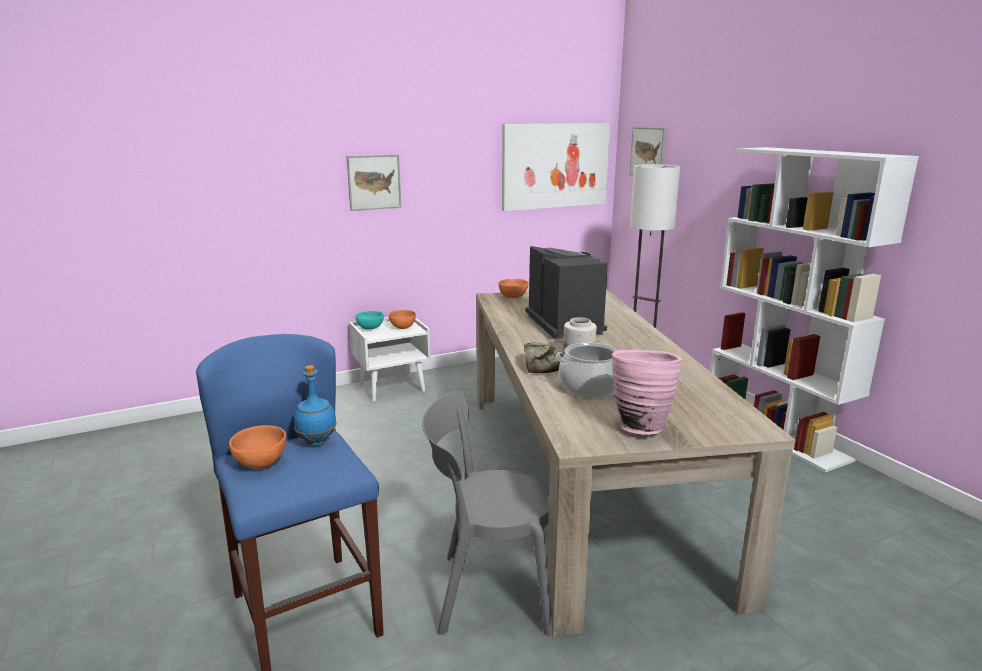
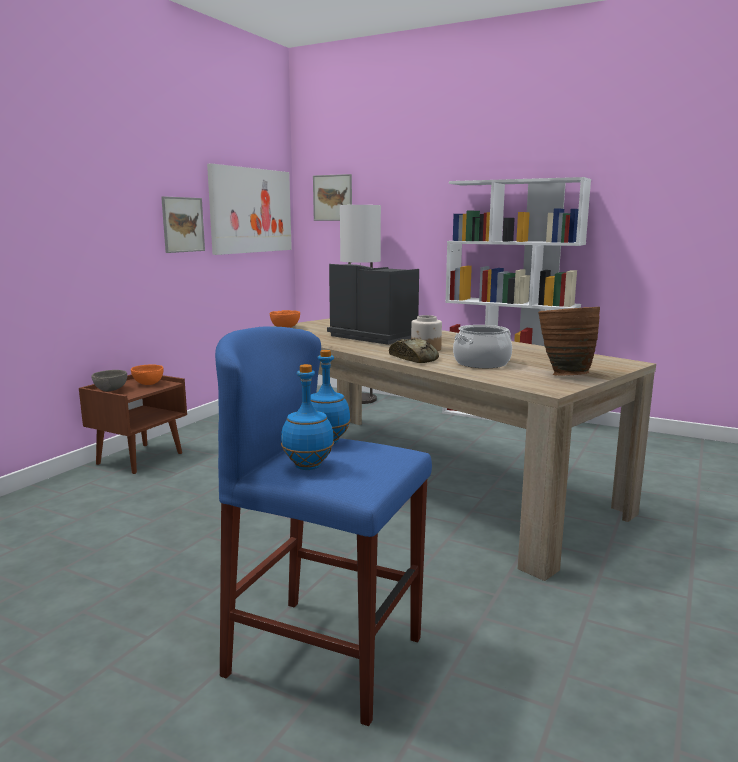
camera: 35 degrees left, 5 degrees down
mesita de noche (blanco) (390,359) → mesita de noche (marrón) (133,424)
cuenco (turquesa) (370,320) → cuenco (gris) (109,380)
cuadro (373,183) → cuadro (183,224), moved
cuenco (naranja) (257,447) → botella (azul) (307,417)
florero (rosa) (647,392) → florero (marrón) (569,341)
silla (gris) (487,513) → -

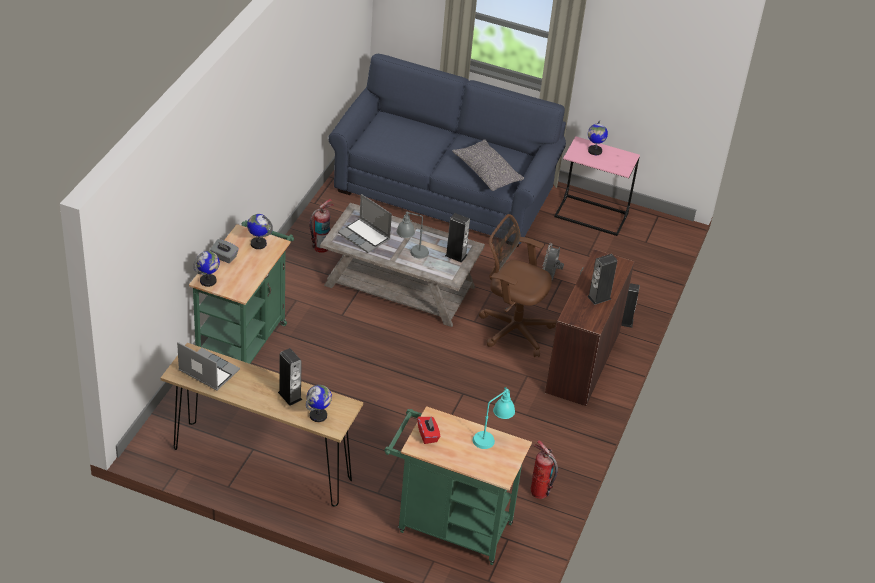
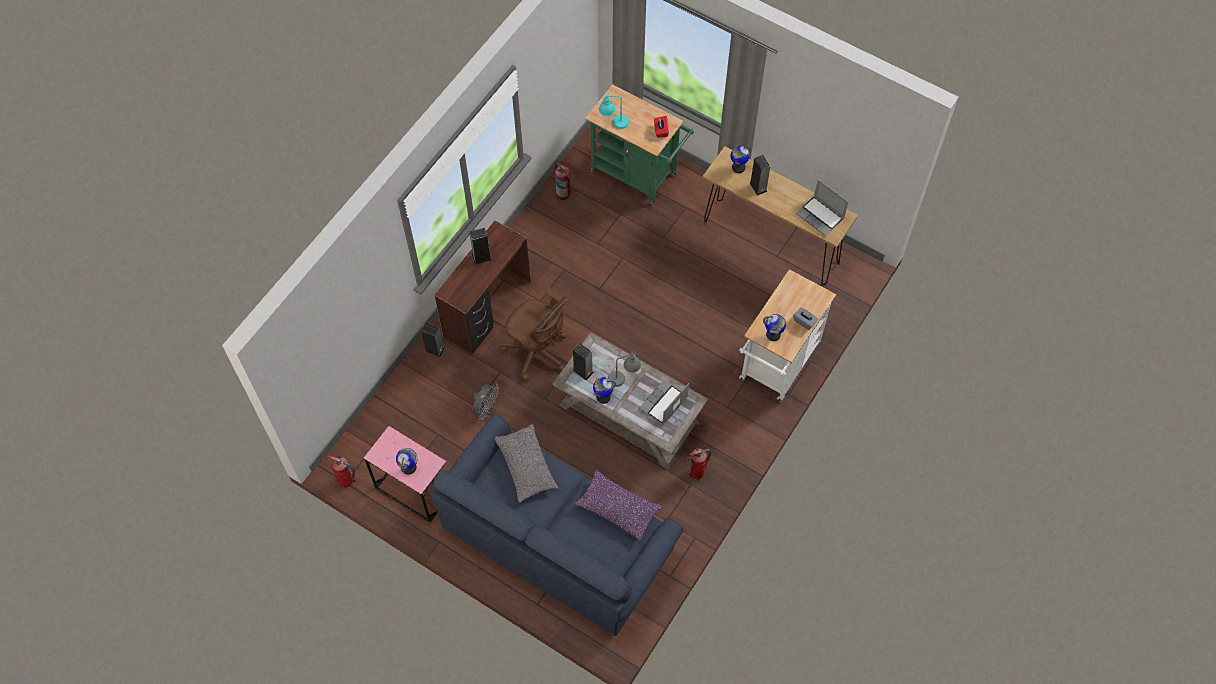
camera: 165 degrees left, 20 degrees up
- → extintor (340,471)
- → cojín (morado) (618,505)
globo terráqueo (206,269) → globo terráqueo (604,390), moved
portátil (365,223) → portátil (664,402), 105 degrees counterclockwise
carrito (verde) (241,292) → carrito (blanco) (787,335)

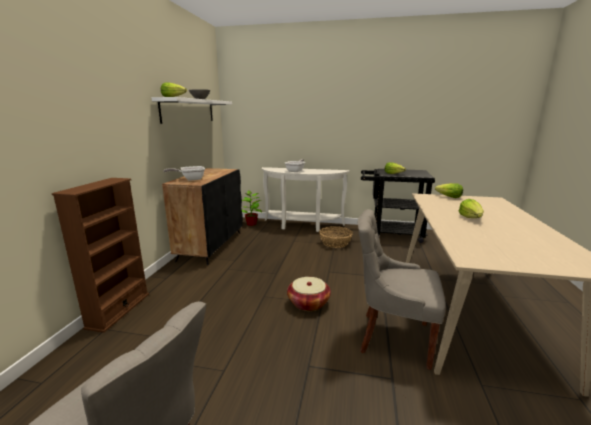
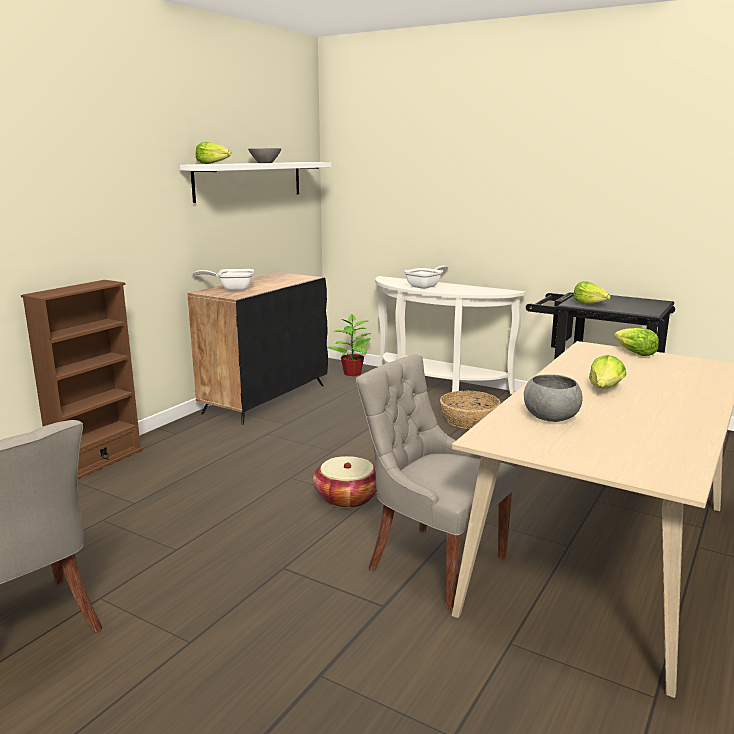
camera: 20 degrees right, 0 degrees up
- → cuenco (gris) (553,398)

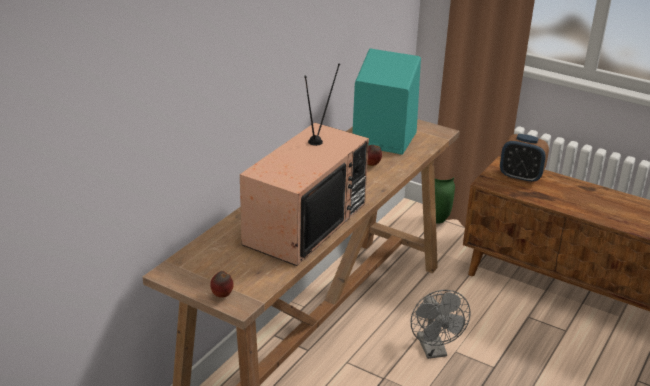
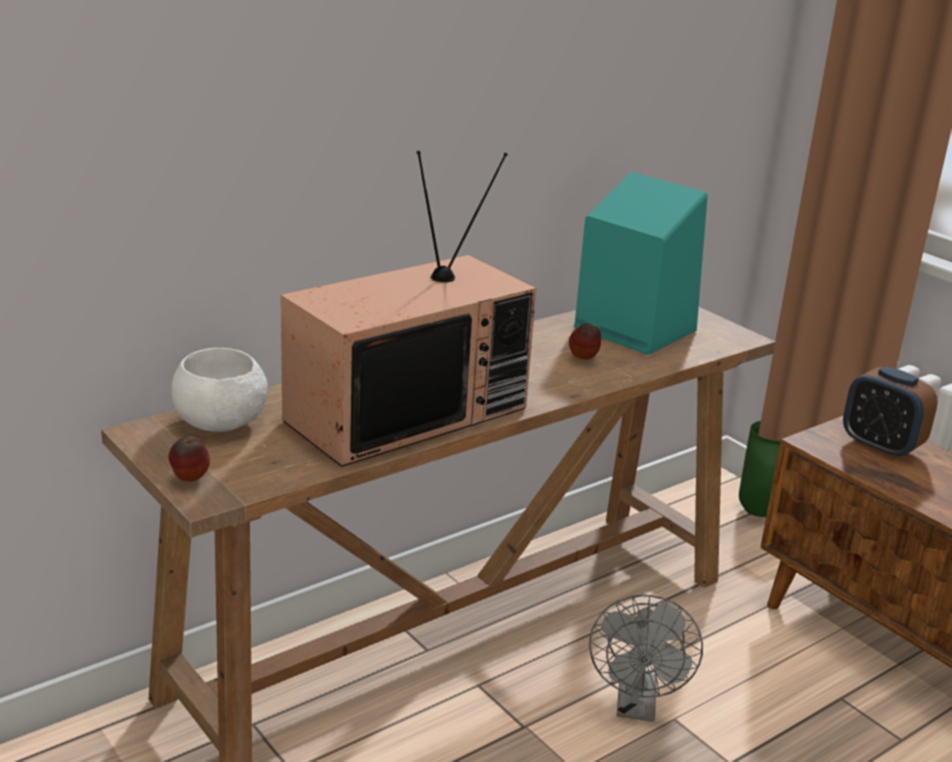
camera: 20 degrees right, 5 degrees down
- → cuenco (blanco) (219,390)

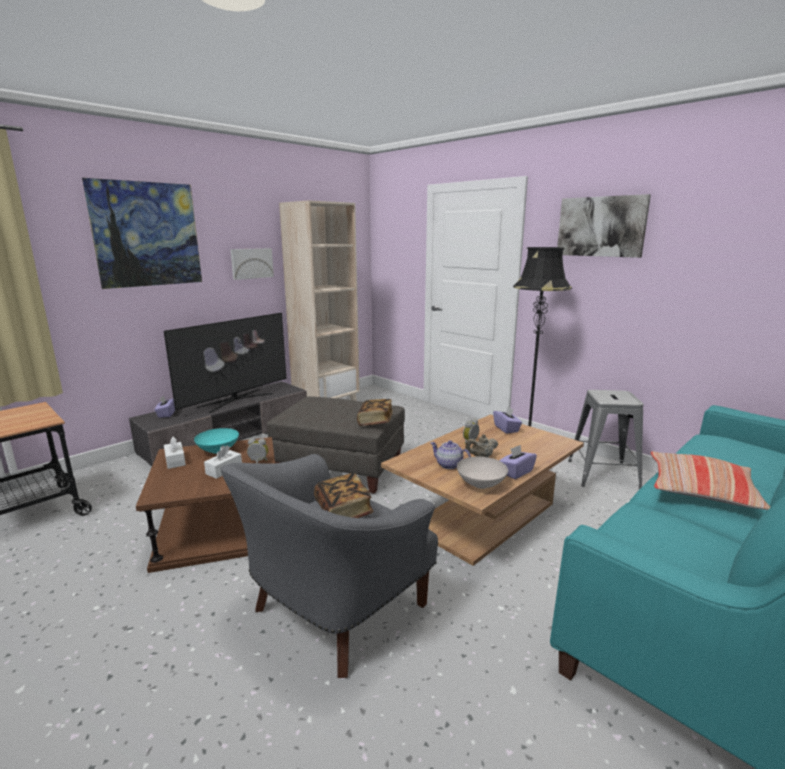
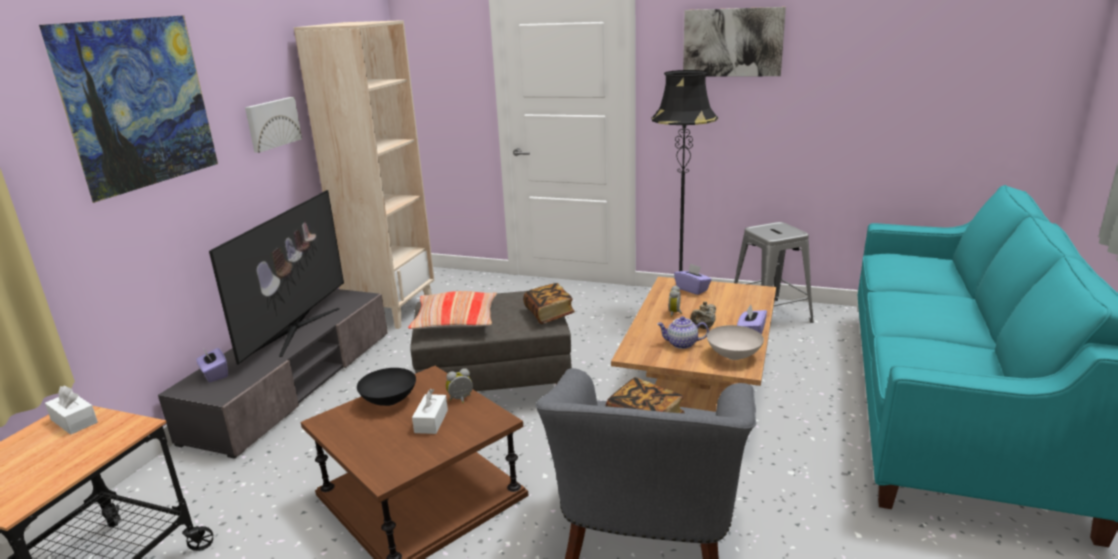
camera: 25 degrees left, 5 degrees up
caja de pañuelos (blanco) (175,453) → caja de pañuelos (blanco) (71,410), moved
cuenco (turquesa) (216,441) → cuenco (negro) (386,387)
cojín (710,480) → cojín (452,310), moved

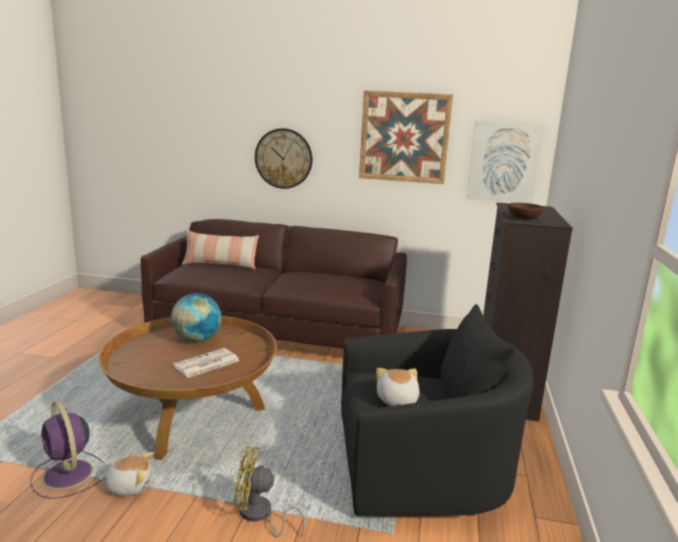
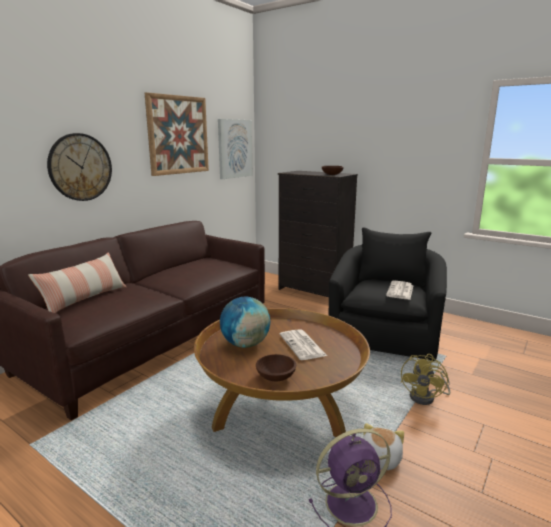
camera: 65 degrees left, 0 degrees up
- → cuenco (marrón) (276,367)
peluche (398,387) → periódico (400,290)

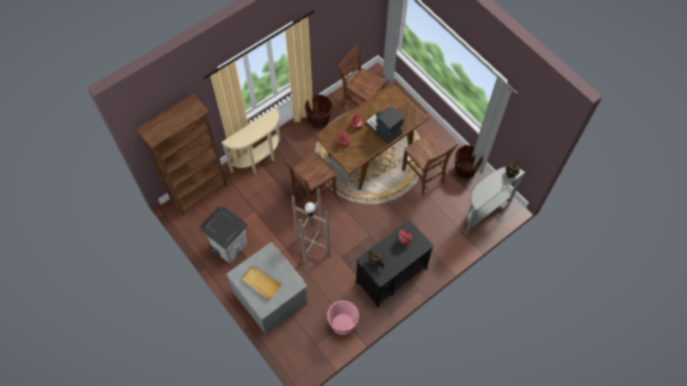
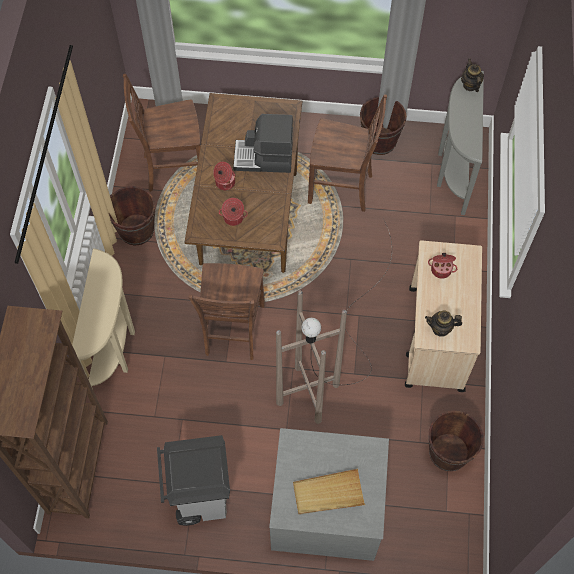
camera: 45 degrees left, 0 degrees up
carrito (negro) (395,263) → carrito (beis) (443,316)
cubo (rosa) (343,317) → cubo (marrón) (456,440)

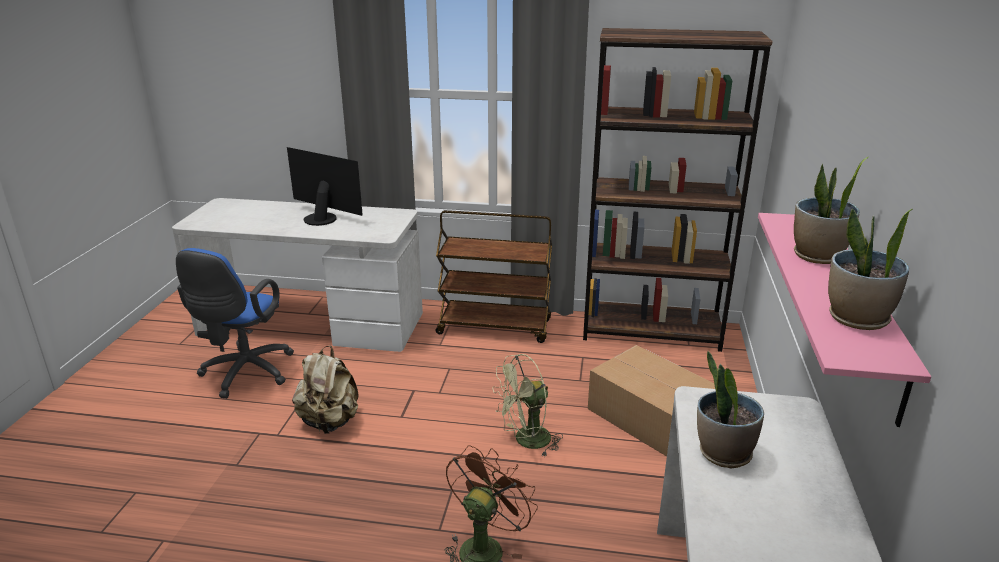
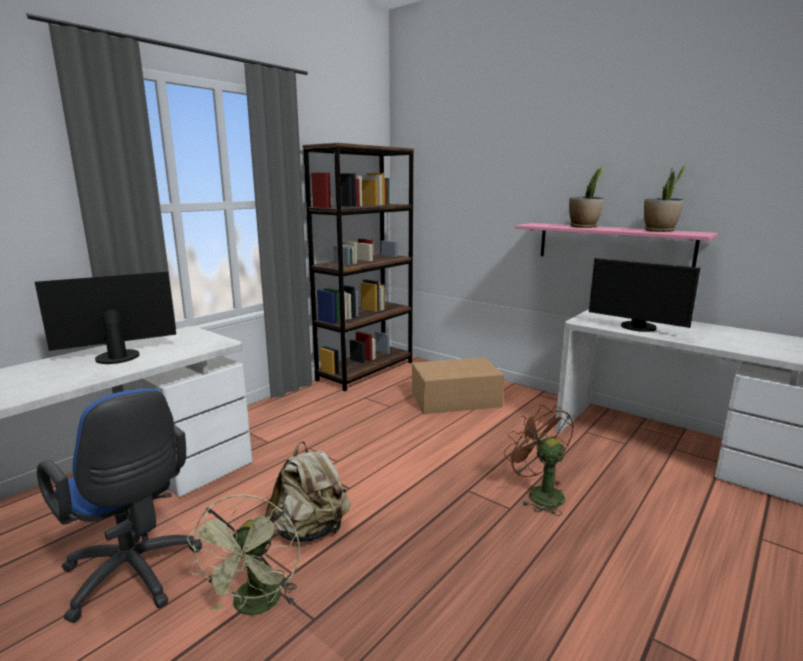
camera: 60 degrees left, 10 degrees down
ventilador (verde) (527,405) → ventilador (verde) (243,554), moved
planta en maceta (730,409) → monitor (644,295)
carrito (marrón) (493,276) → -

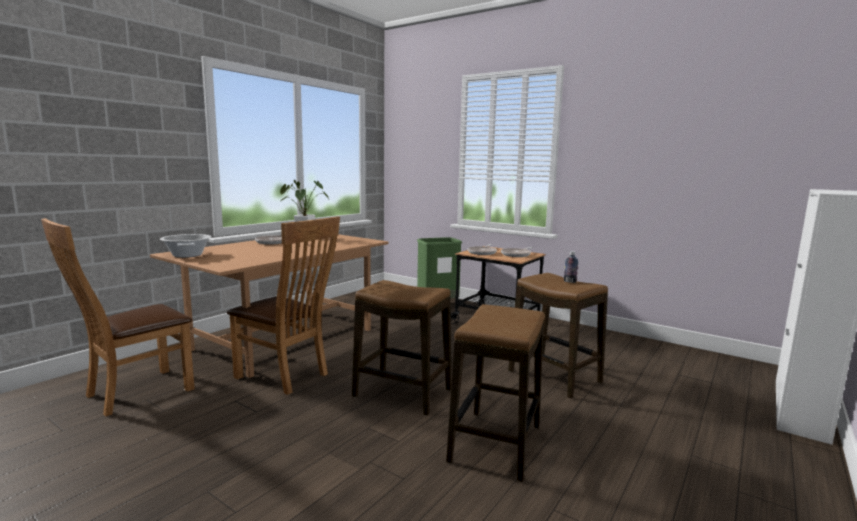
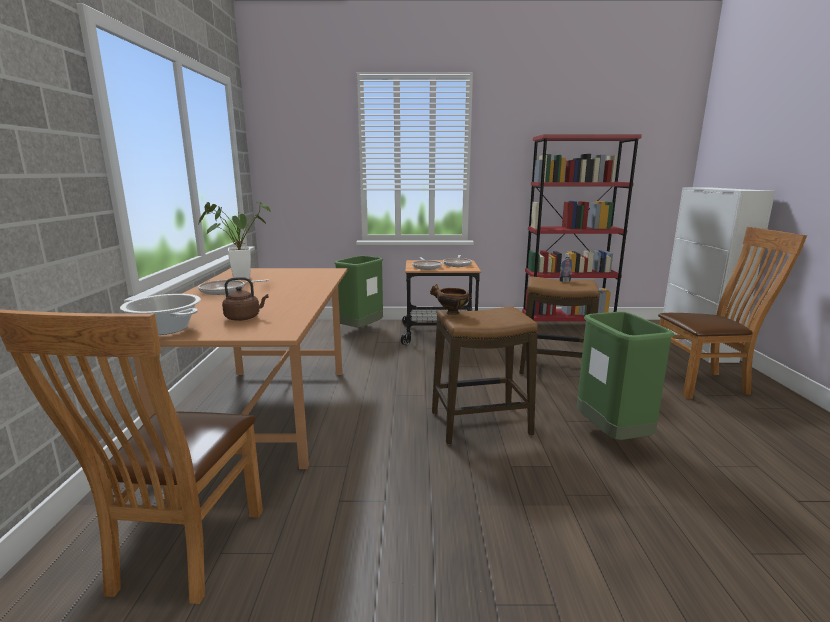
camera: 35 degrees left, 5 degrees up
- → hervidor (marrón) (245,299)
- → cuenco (451,299)
- → estantería (rojo) (582,227)
taburete (495,392) → papelera (verde) (625,376)
silla (marrón) (283,306) → silla (marrón) (732,313), moved

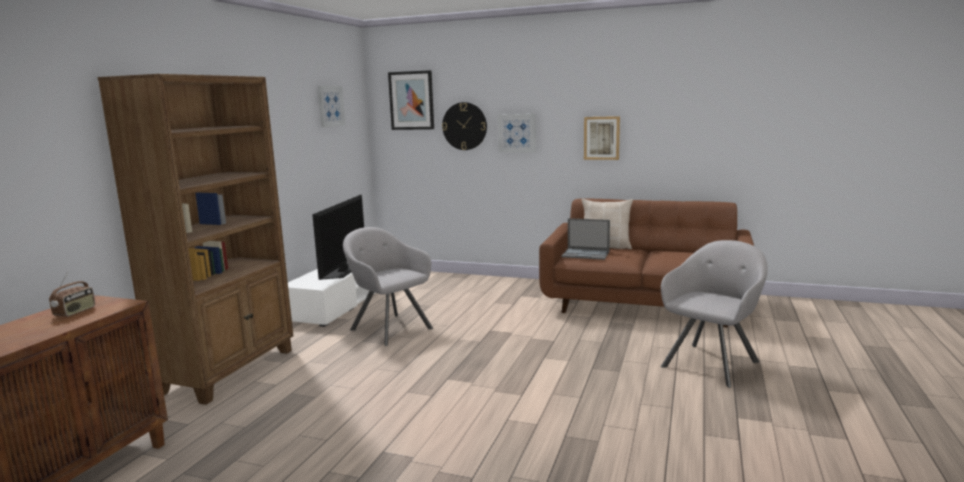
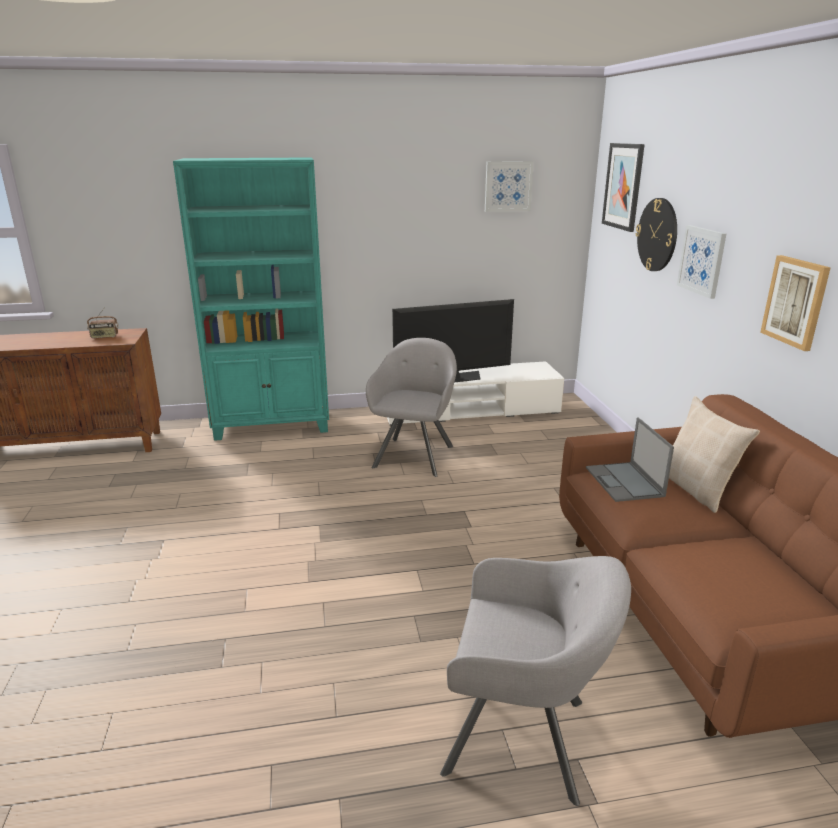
camera: 60 degrees right, 10 degrees up
estantería (marrón) (195,239) → estantería (turquesa) (251,299)

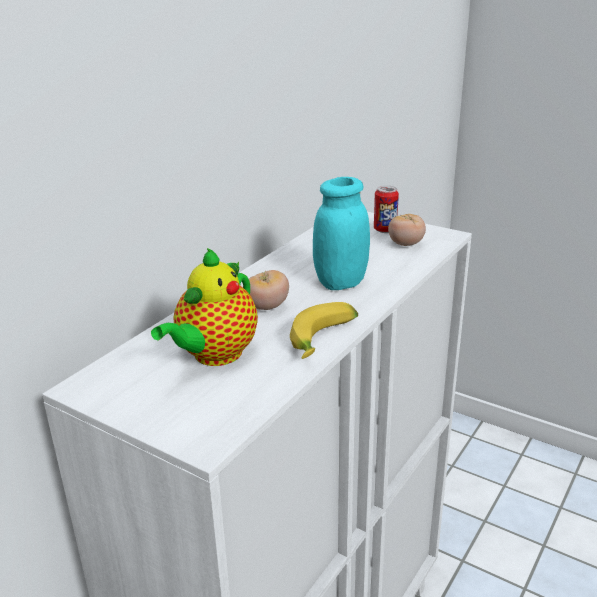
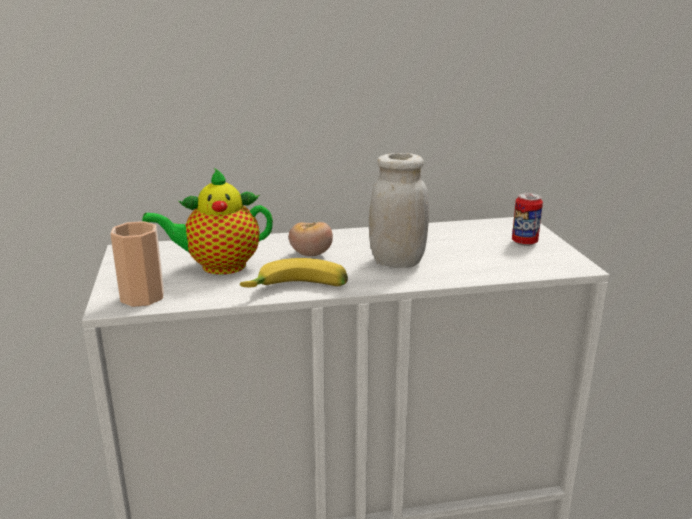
camera: 45 degrees right, 5 degrees down
- → taza (137,264)
tarro (turquesa) (341,233) → tarro (blanco) (399,210)
tomate (407,230) → -

